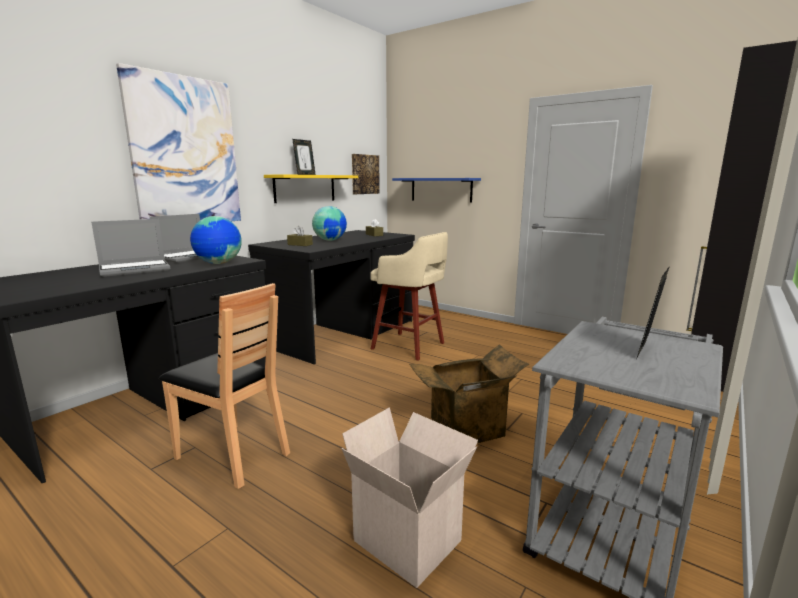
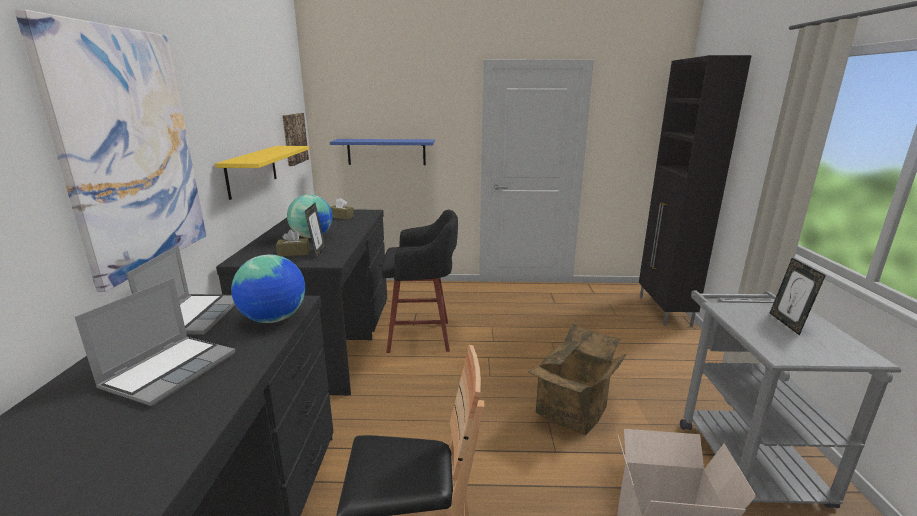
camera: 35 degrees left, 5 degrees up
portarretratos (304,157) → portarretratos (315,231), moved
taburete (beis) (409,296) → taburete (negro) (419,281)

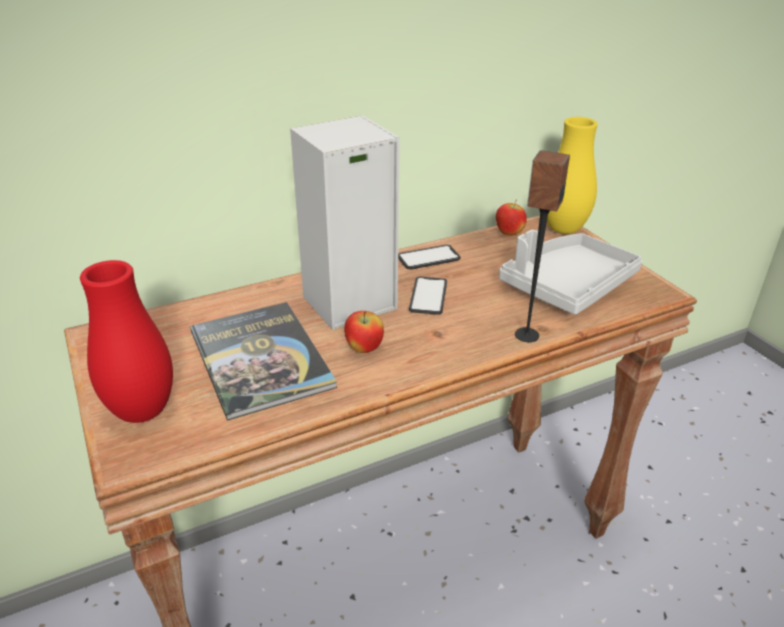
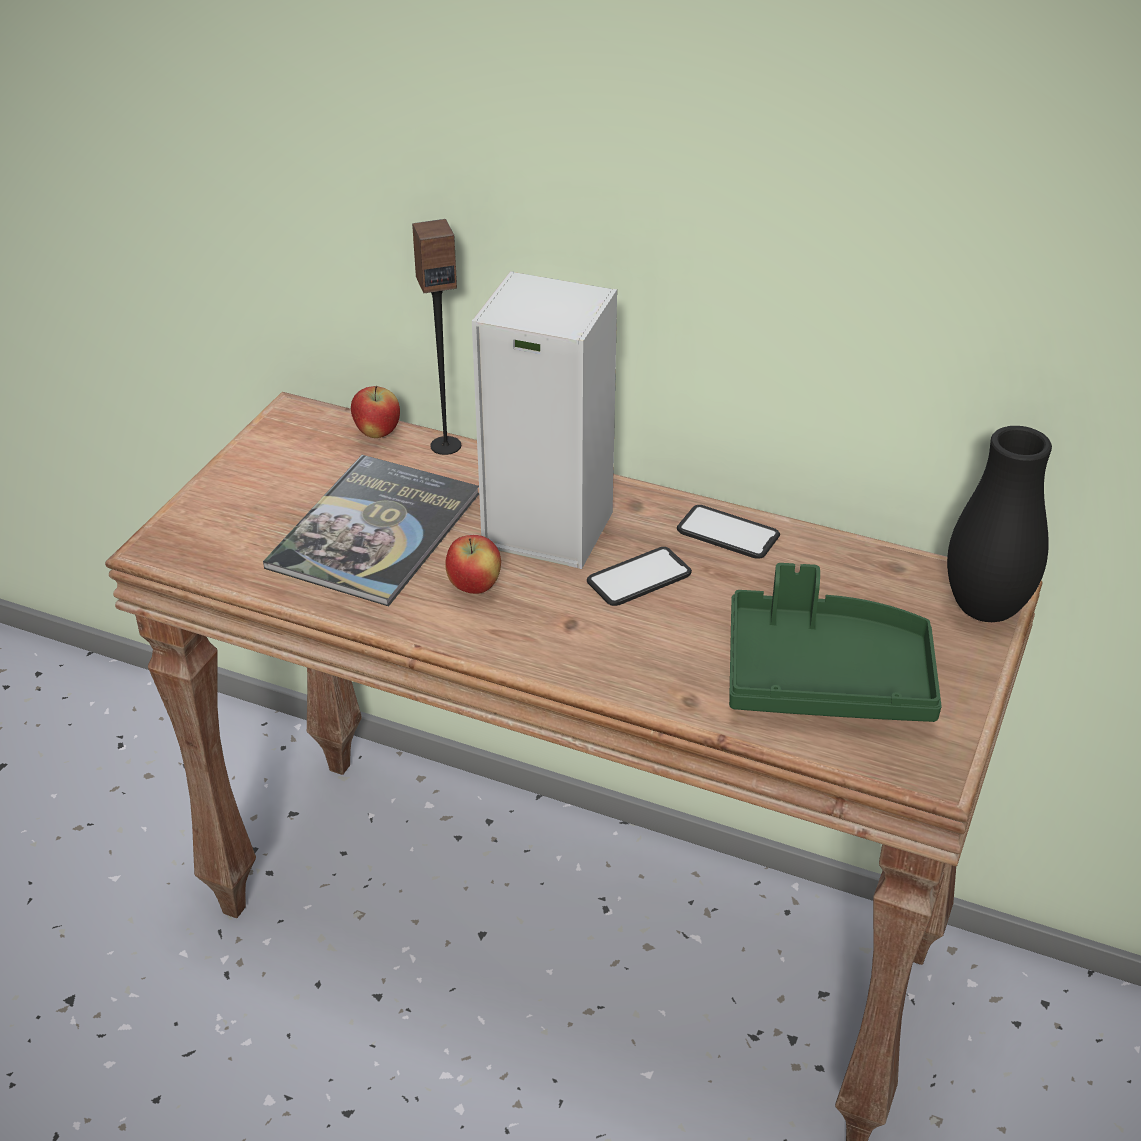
camera: 50 degrees right, 5 degrees up
manzana (511,217) → manzana (375,412), moved
altavoz (542,246) → altavoz (436,337), moved
bandeja (gris) (570,272) → bandeja (verde) (835,642)
florero (amarillo) (572,175) → florero (negro) (999,524)
florero (rojo) (126,341) → -

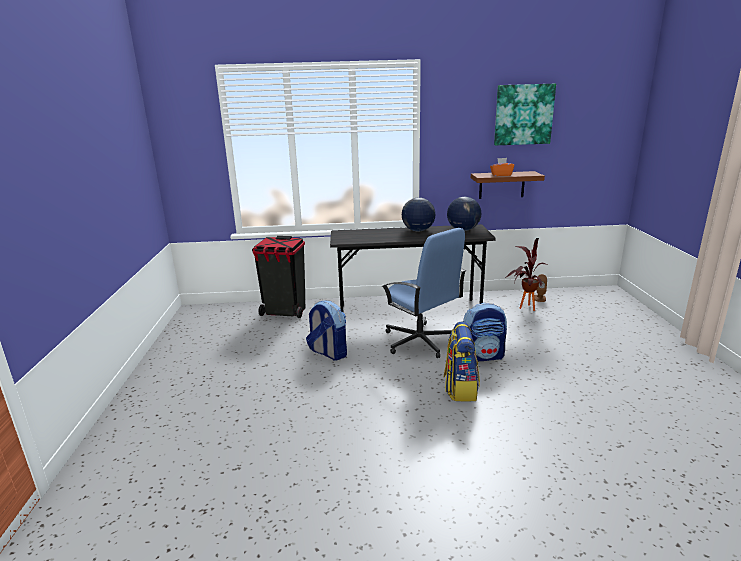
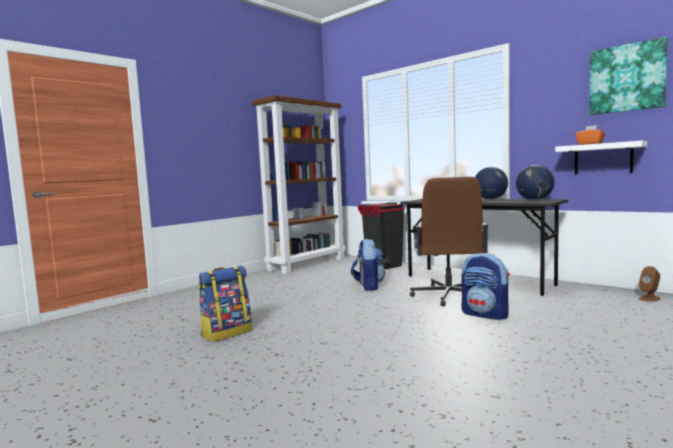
camera: 45 degrees right, 15 degrees down
mochila (462,361) → mochila (225,304), moved
- → estantería (marrón) (299,184)
silla de oficina (azul) (424,293) → silla de oficina (marrón) (449,241)
estante (marrón) (508,185) → estante (blanco) (601,157)
planta en maceta (526,274) → -

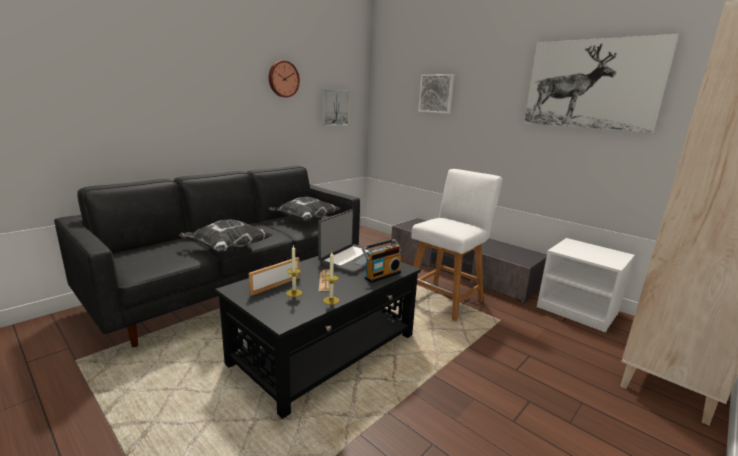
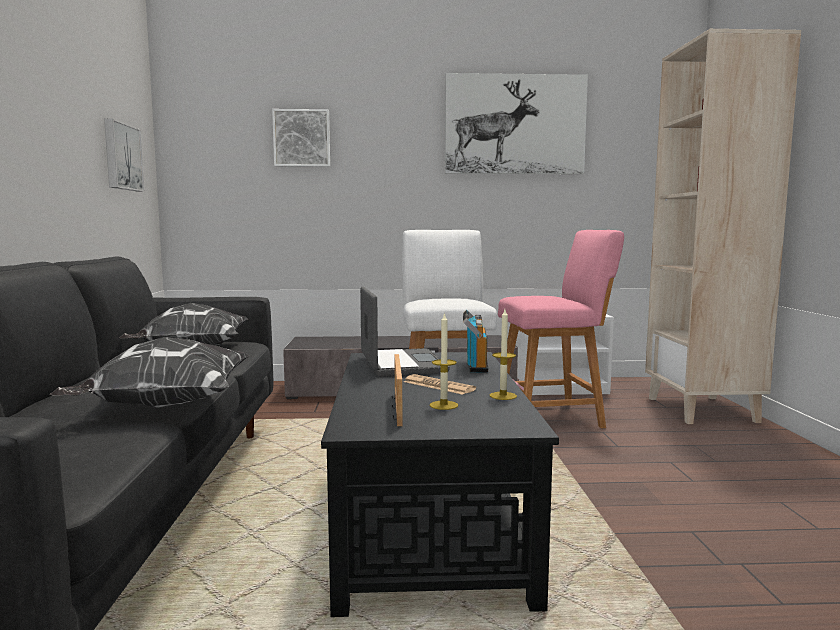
camera: 45 degrees left, 10 degrees down
- → taburete (rosa) (561,329)
reloj de pared (284,79) → -

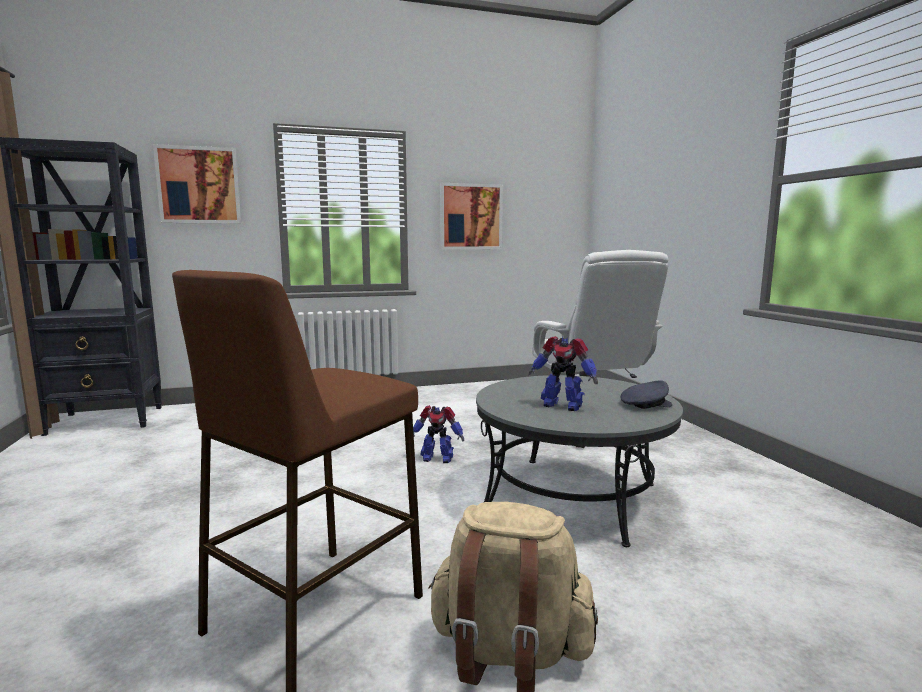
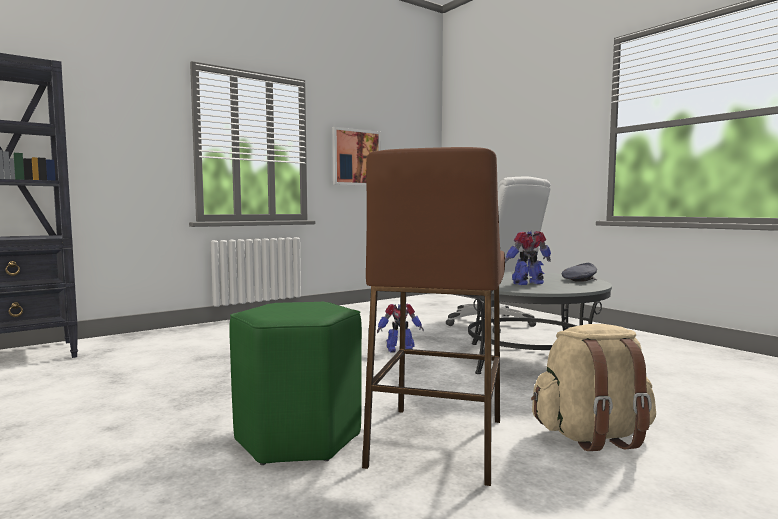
camera: 20 degrees left, 5 degrees down
- → taburete (verde) (295,383)
robot de juguete (563,373) → robot de juguete (528,258), 150 degrees clockwise
cuadro (197,184) → -

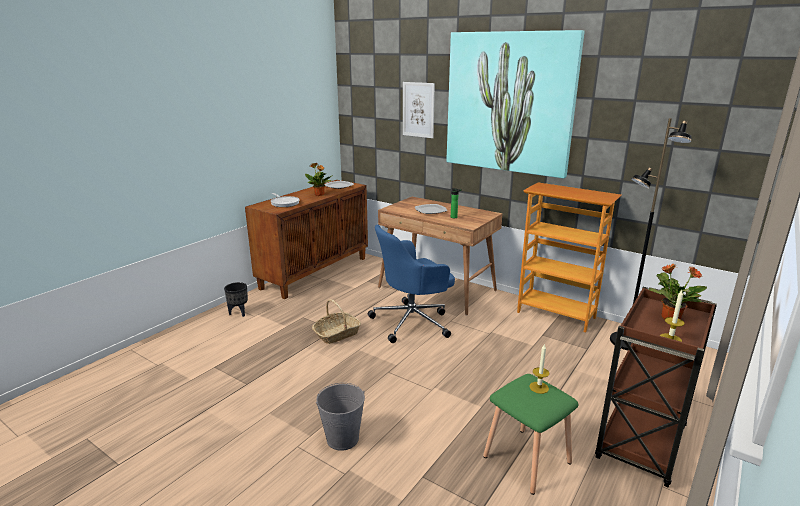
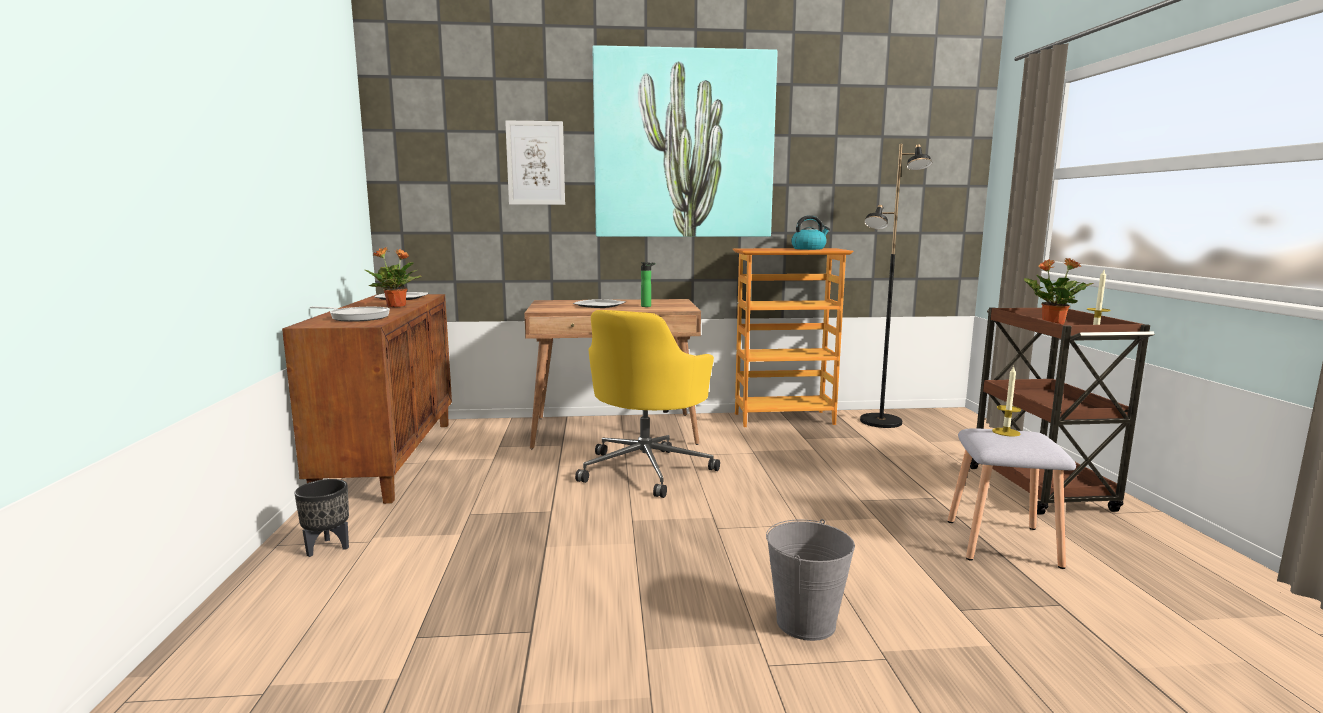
camera: 40 degrees left, 10 degrees down
silla de oficina (azul) (411,283) → silla de oficina (amarillo) (647,404)
- → hervidor (810,232)
taburete (verde) (531,434) → taburete (gris) (1012,498)
cesta (336,321) → -

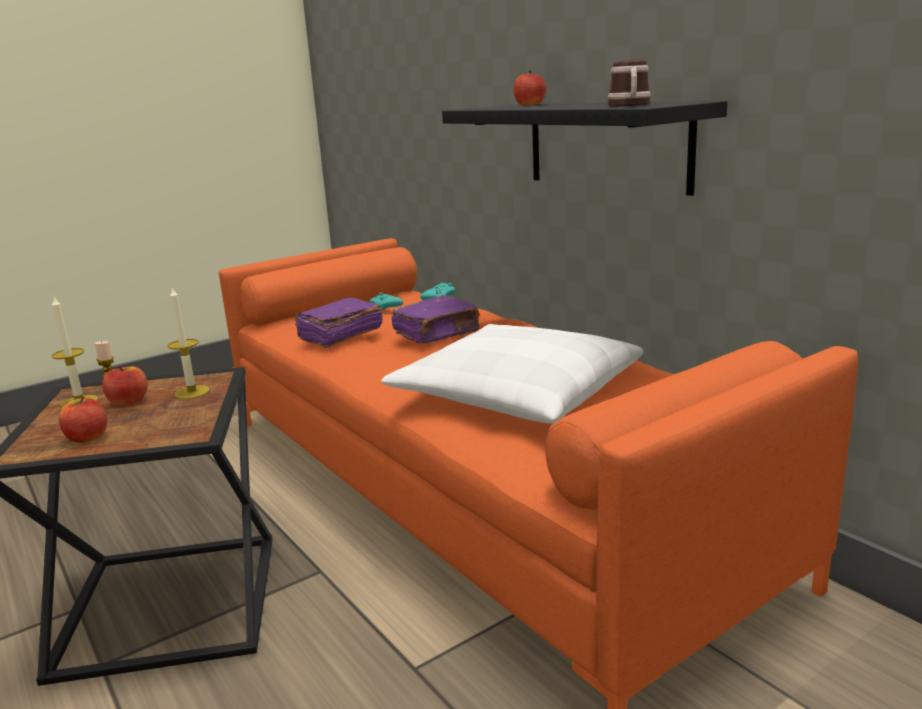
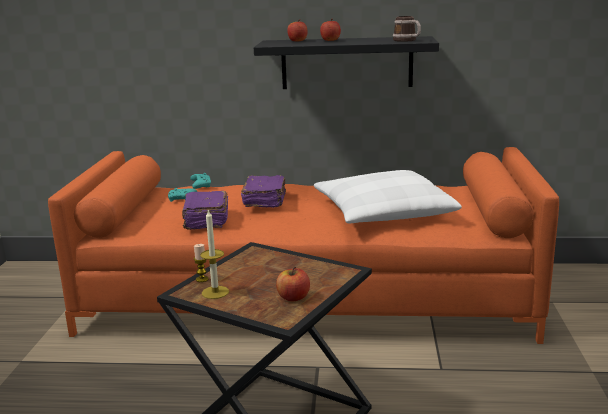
camera: 50 degrees left, 0 degrees up
manzana (125,386) → manzana (330,30), moved
vela (189,342) → -

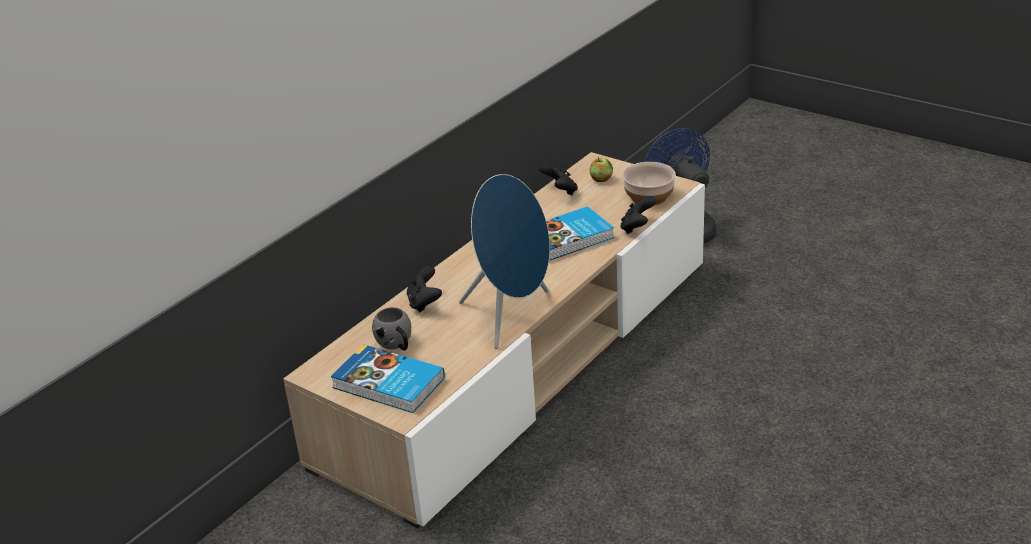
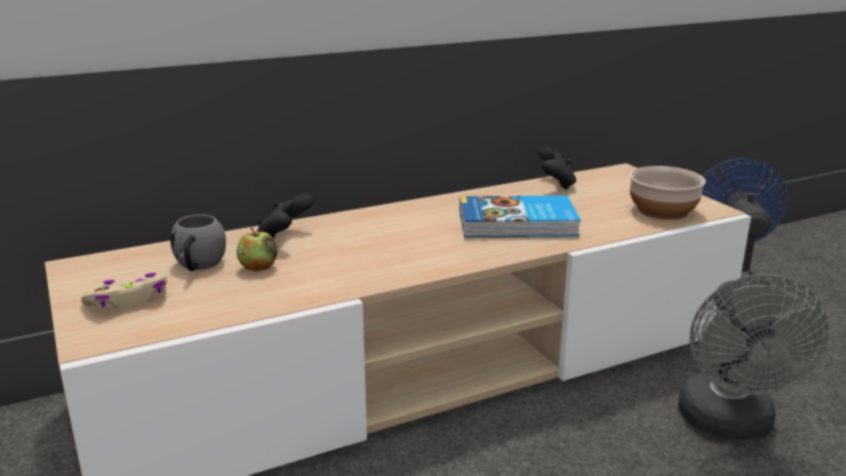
camera: 25 degrees right, 10 degrees down
libro (388,378) → mando de consola (beis) (124,291)
manzana (601,169) → manzana (257,249), moved
- → ventilador (gris) (753,357)
altavoz (azul) (504,261) → -
mando de consola (negro) (638,215) → -

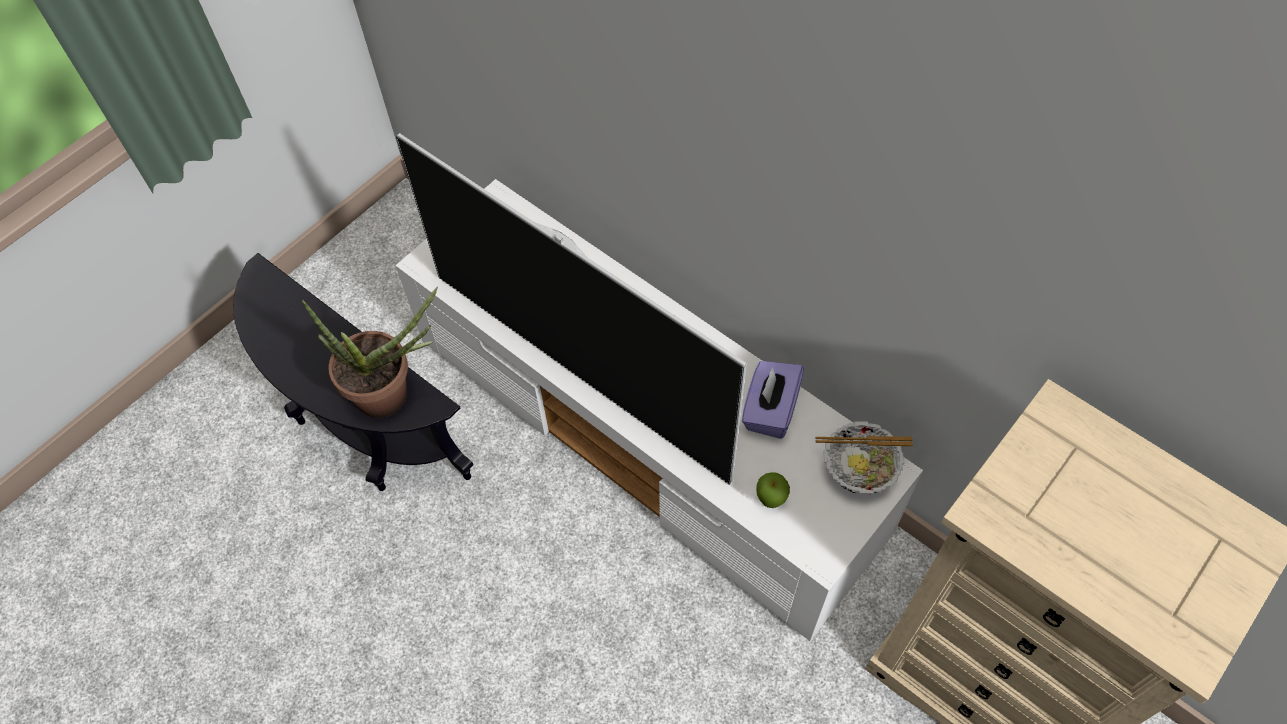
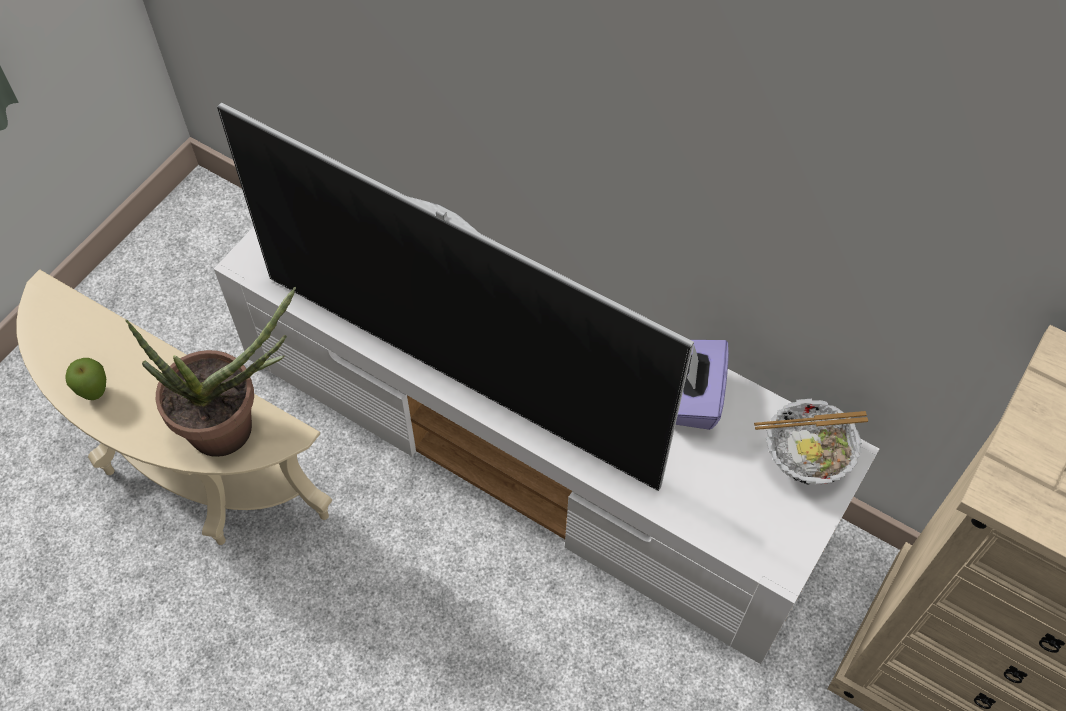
camera: 10 degrees left, 0 degrees up
mesa auxiliar (negro) (353,372) → mesa auxiliar (beis) (174,407)
manzana (773,490) → manzana (85,379), moved

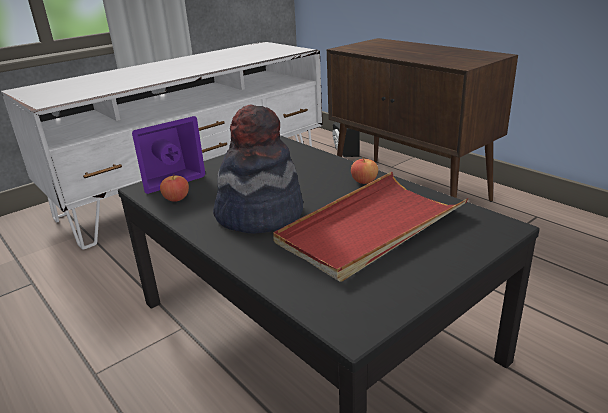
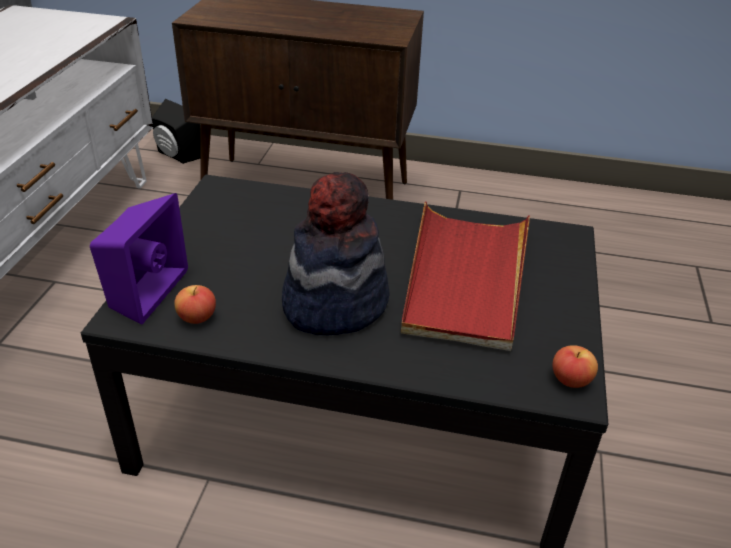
camera: 40 degrees left, 10 degrees up
manzana (364,171) → manzana (575,366), moved

